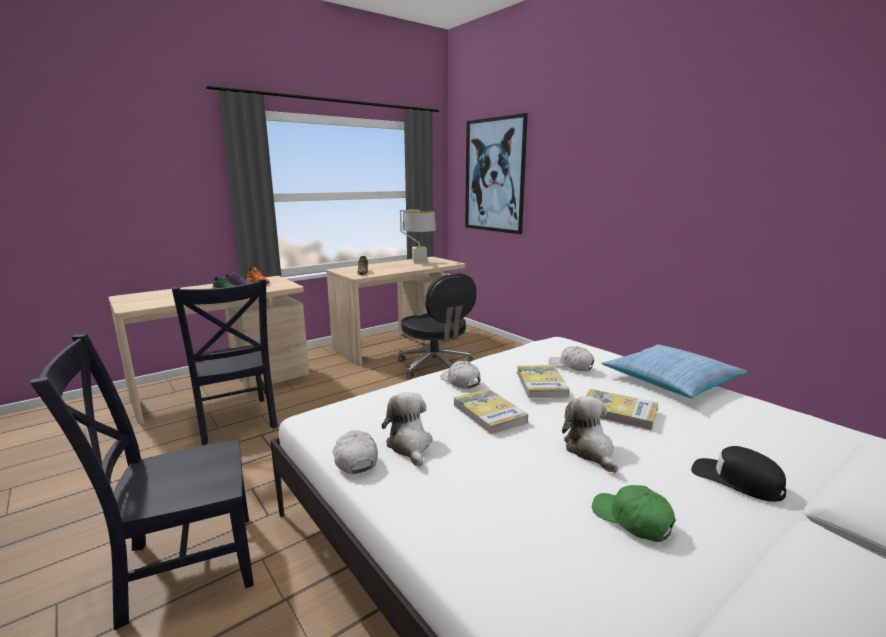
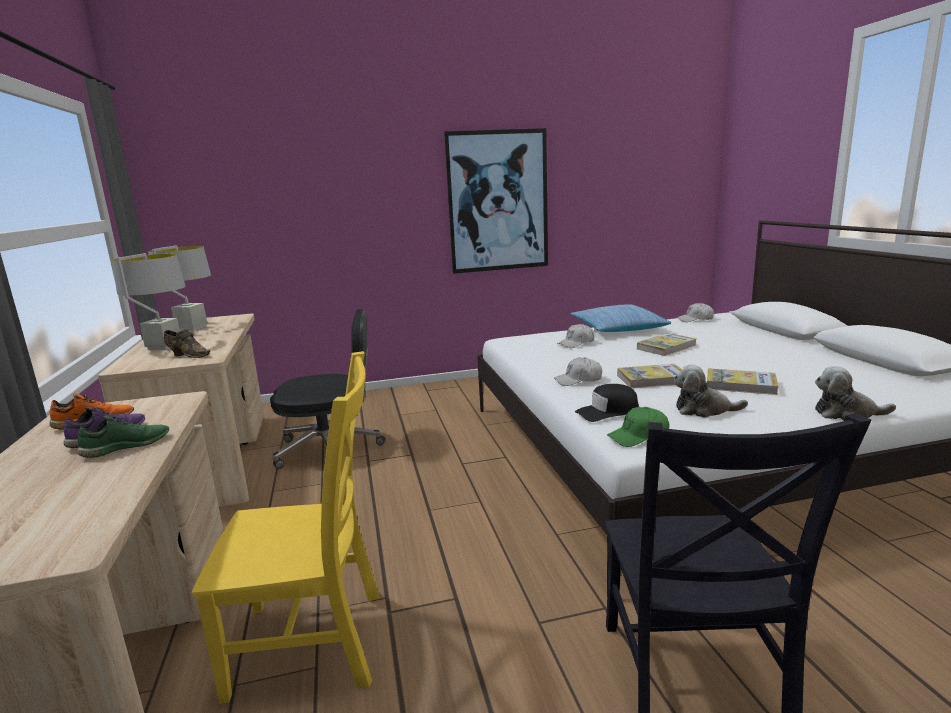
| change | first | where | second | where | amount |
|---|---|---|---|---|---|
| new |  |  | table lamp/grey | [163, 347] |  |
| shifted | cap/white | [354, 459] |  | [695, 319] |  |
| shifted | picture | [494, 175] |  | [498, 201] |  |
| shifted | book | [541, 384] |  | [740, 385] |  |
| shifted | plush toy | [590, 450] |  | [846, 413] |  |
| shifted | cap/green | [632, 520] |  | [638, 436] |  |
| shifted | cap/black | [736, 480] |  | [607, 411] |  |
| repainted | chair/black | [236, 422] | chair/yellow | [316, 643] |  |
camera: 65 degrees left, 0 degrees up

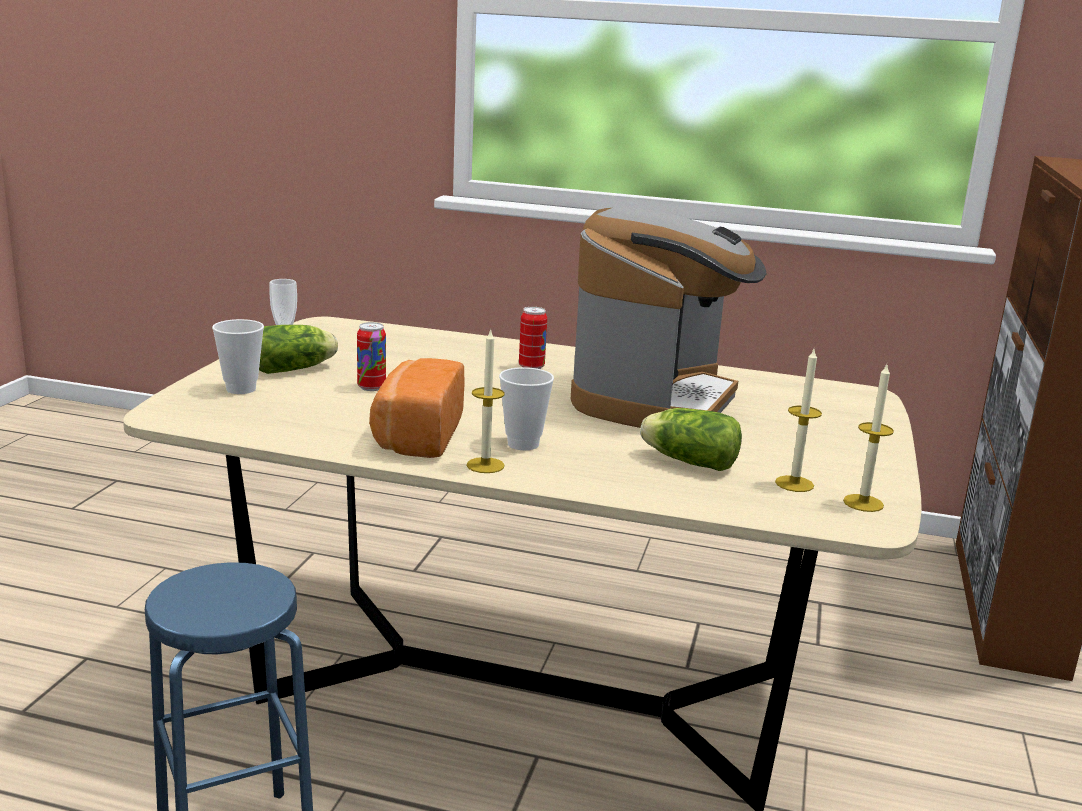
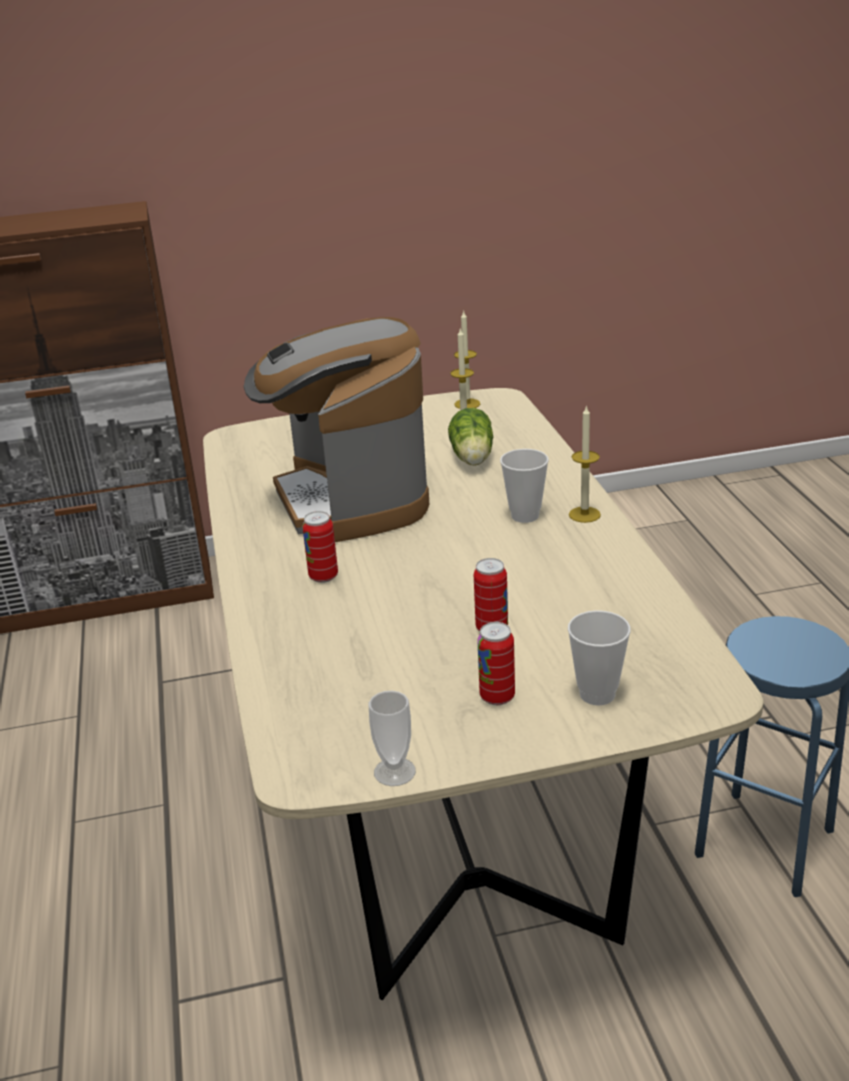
| change | first | where | second | where | amount |
|---|---|---|---|---|---|
| gone | bread | [416, 436] |  |  |  |
| swapped | lettuce | [296, 369] | can | [497, 697] |  |
| rotated | coffee machine | [655, 399] |  | [350, 500] | 105 degrees counterclockwise |
camera: 115 degrees left, 10 degrees up

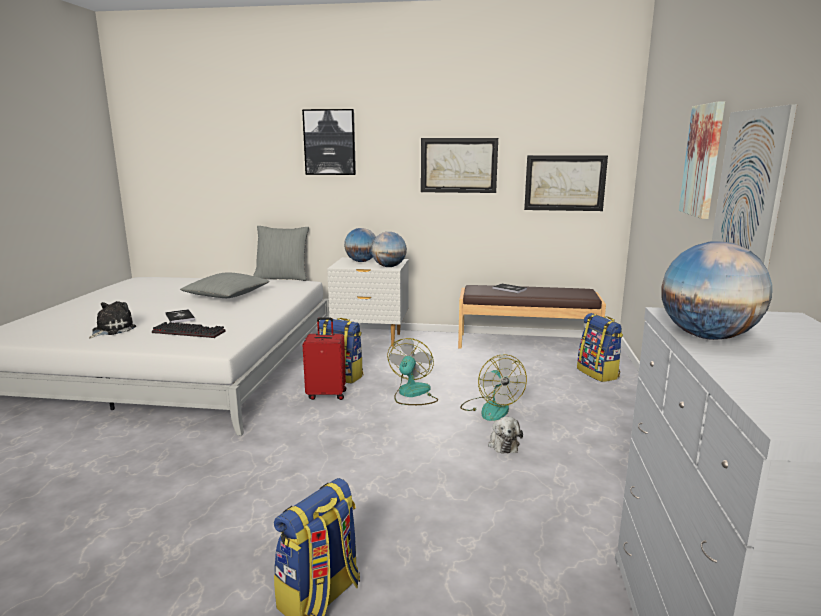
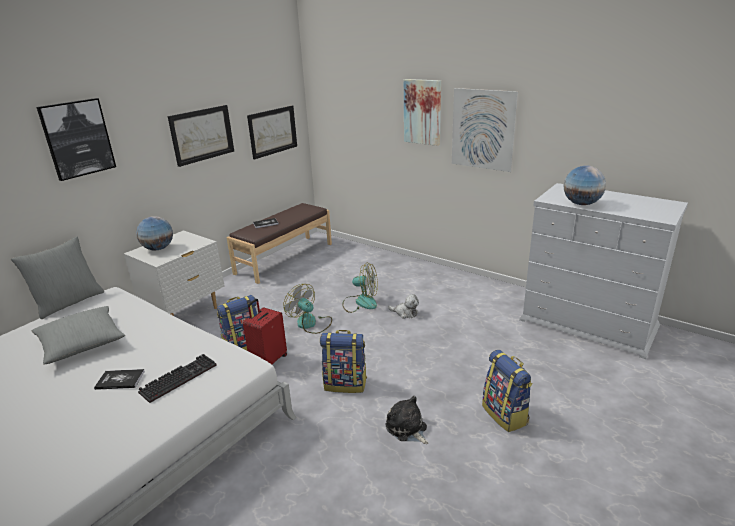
| change | first | where | second | where | amount |
|---|---|---|---|---|---|
| gone | globe | [389, 266] |  |  |  |
| shifted | plush toy | [111, 330] |  | [407, 429] |  |
| shifted | backpack | [598, 373] |  | [345, 384] |  |
camera: 60 degrees left, 10 degrees up

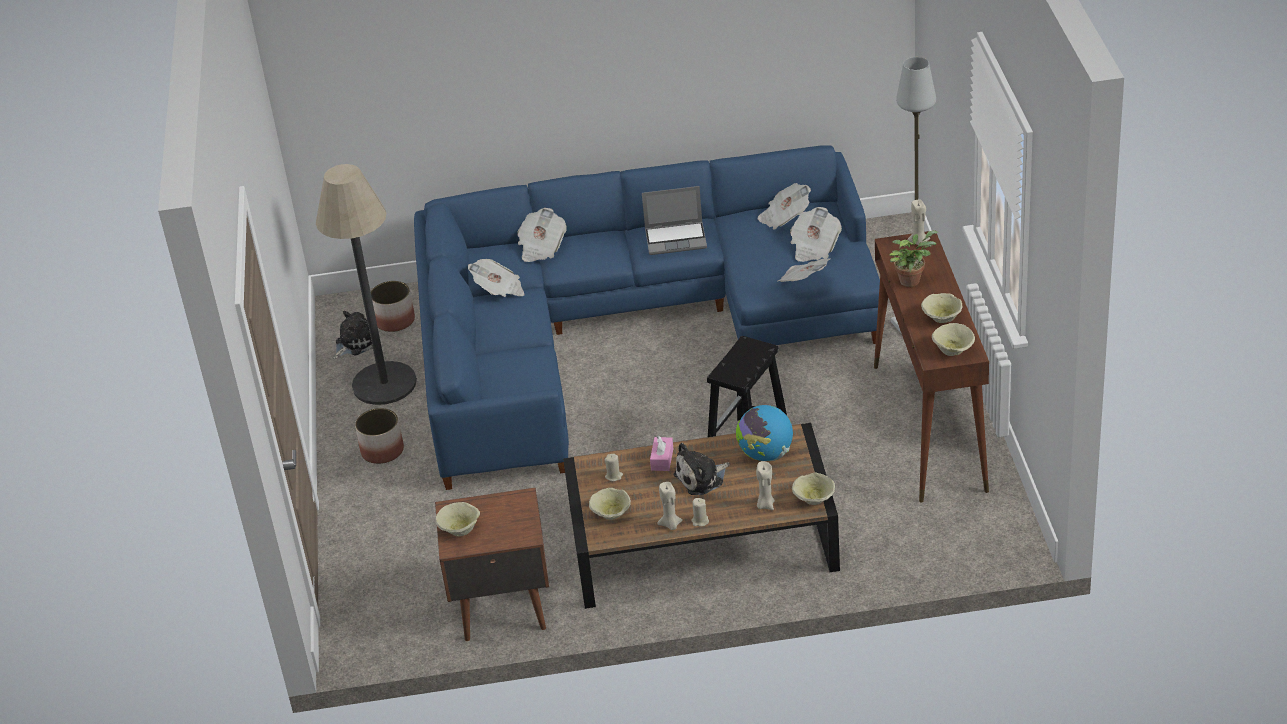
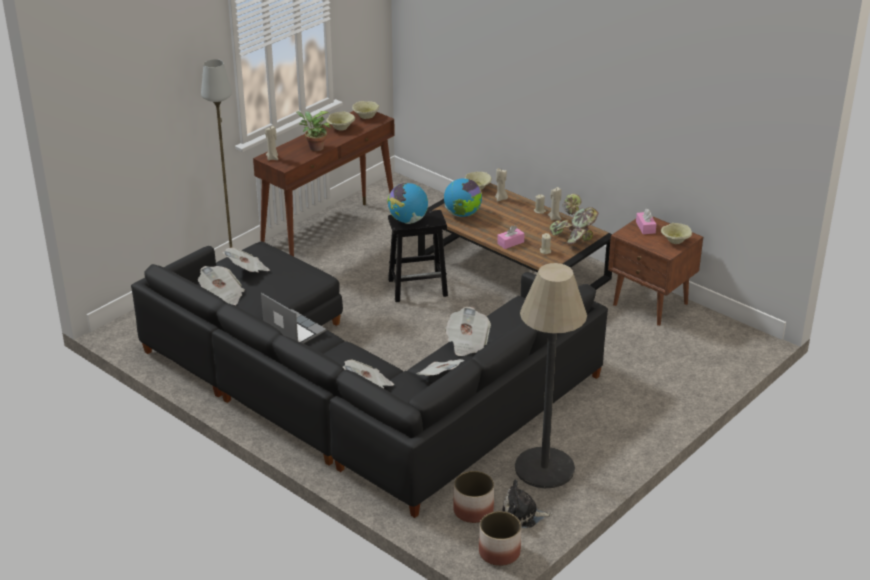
| change | first | where | second | where | amount |
|---|---|---|---|---|---|
| gone | plush toy | [701, 478] |  |  |  |
| new |  |  | globe | [408, 220] |  |
| new |  |  | tissue box/pink | [645, 227] |  |
| shifted | planter | [382, 451] |  | [499, 552] |  |
| shifted | newspaper | [804, 281] |  | [467, 342] |  |
| swapped | bowl/beige | [610, 514] | potted plant | [574, 238] |  |
| repainted | sofa/blue | [626, 328] | sofa/black | [357, 389] |  |
camera: 135 degrees left, 5 degrees down

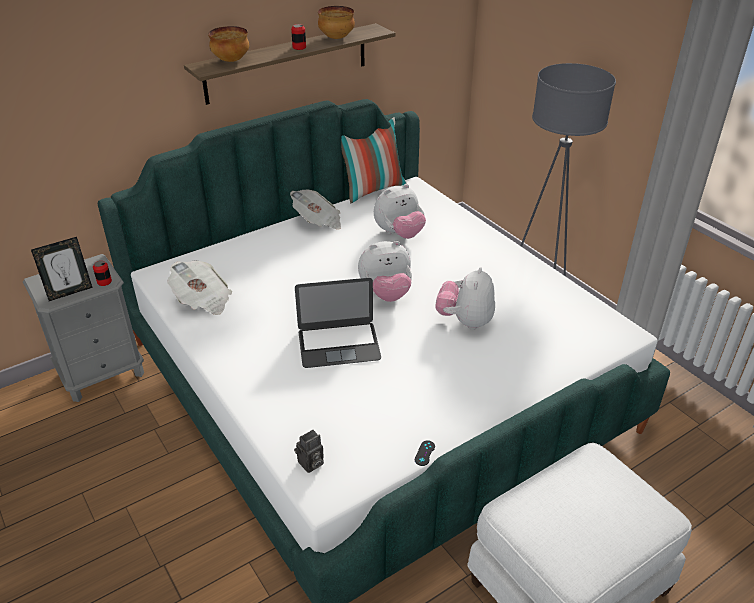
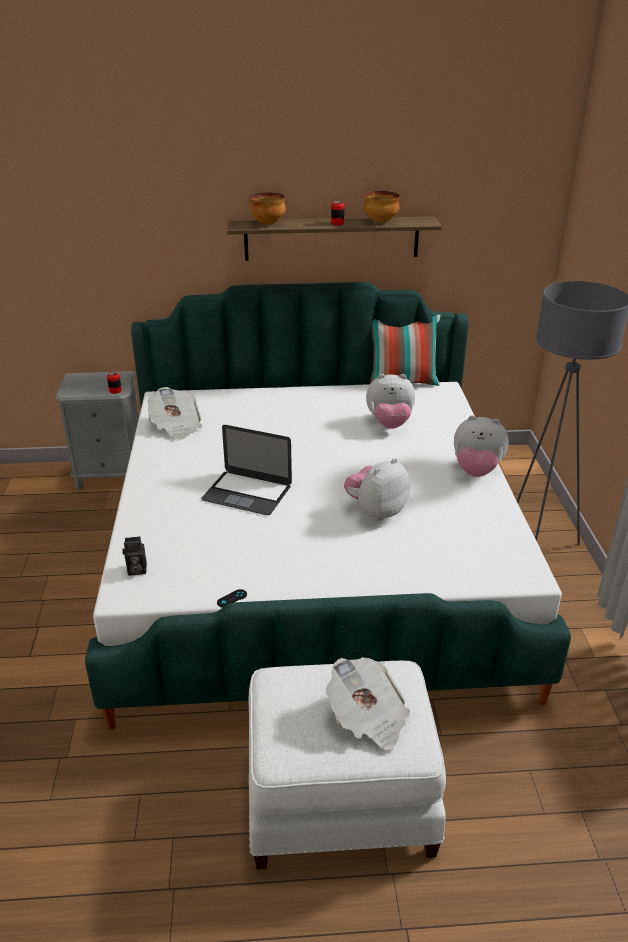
| change | first | where | second | where | amount |
|---|---|---|---|---|---|
| gone | picture frame | [70, 292] |  |  |  |
| shifted | newspaper | [318, 221] |  | [367, 718] |  |
| shifted | plush toy | [386, 293] |  | [476, 470] |  |
camera: 30 degrees right, 5 degrees down

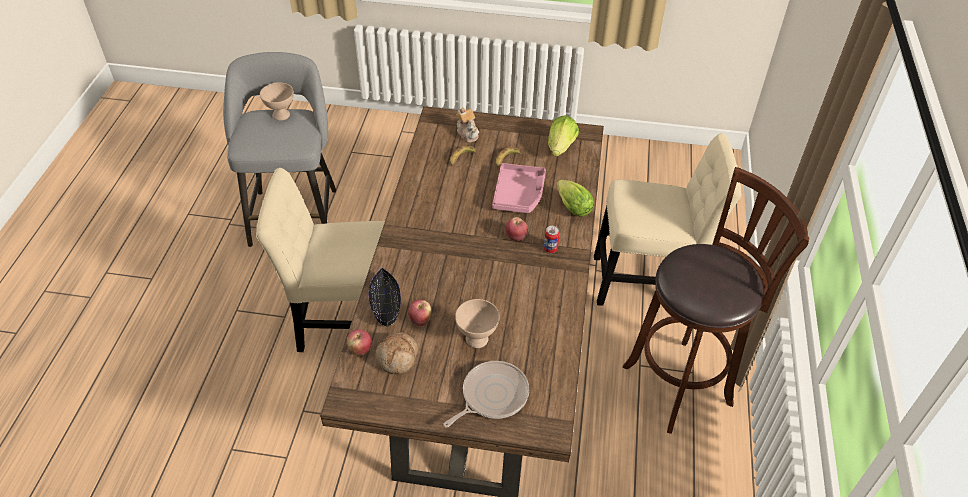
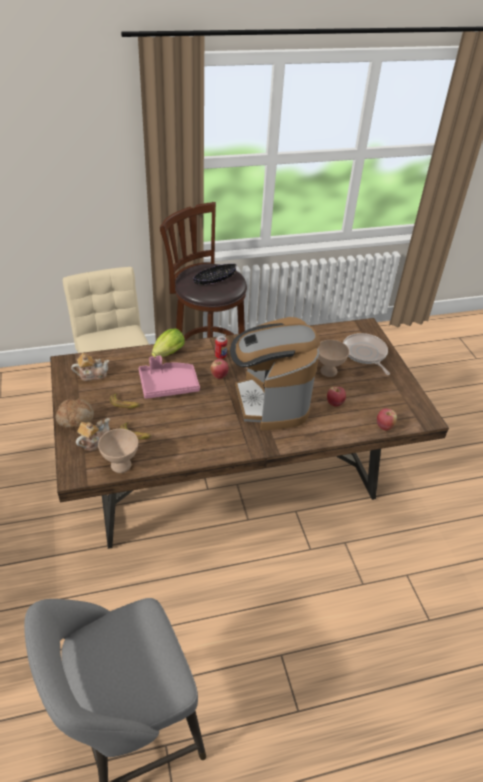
| change | first | where | second | where | amount |
|---|---|---|---|---|---|
| gone | chair/beige | [345, 323] |  |  |  |
| new |  |  | coffee machine | [271, 402] |  |
| shifted | bowl/beige | [281, 115] |  | [120, 466] |  |
| shifted | bowl/black | [385, 303] |  | [214, 279] |  |
| shifted | bread | [398, 357] |  | [76, 418] |  |
| swapped | lettuce | [561, 147] | teapot | [92, 374] |  |
| rotated | frying pan | [492, 396] |  | [365, 354] | 45 degrees clockwise |
camera: 115 degrees left, 5 degrees down

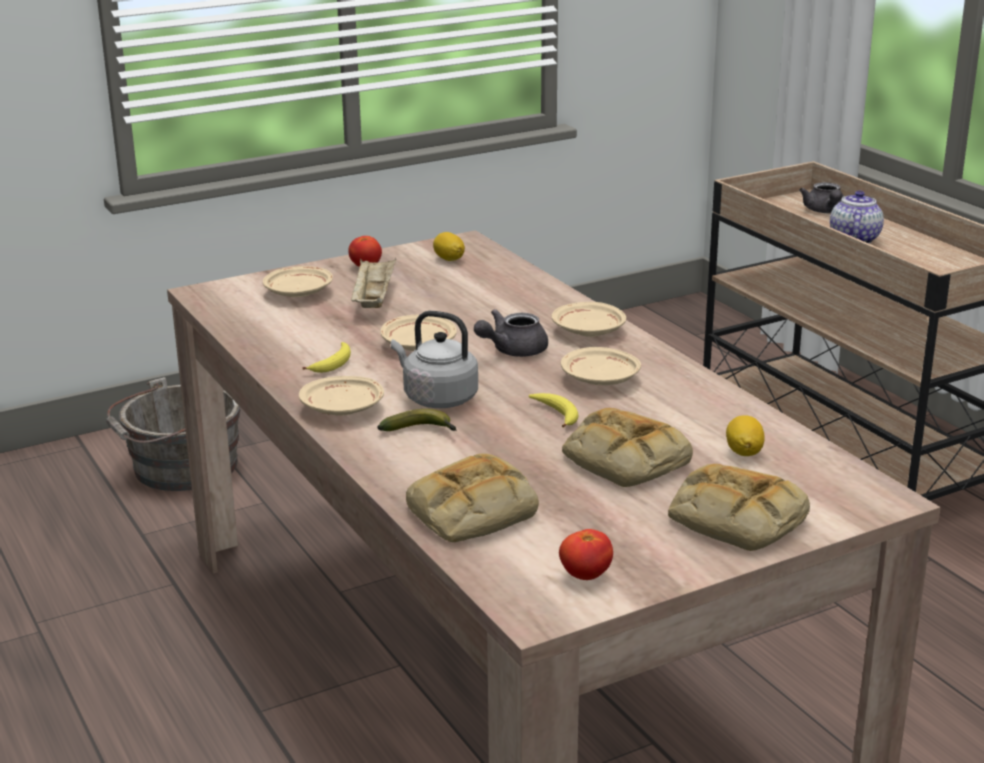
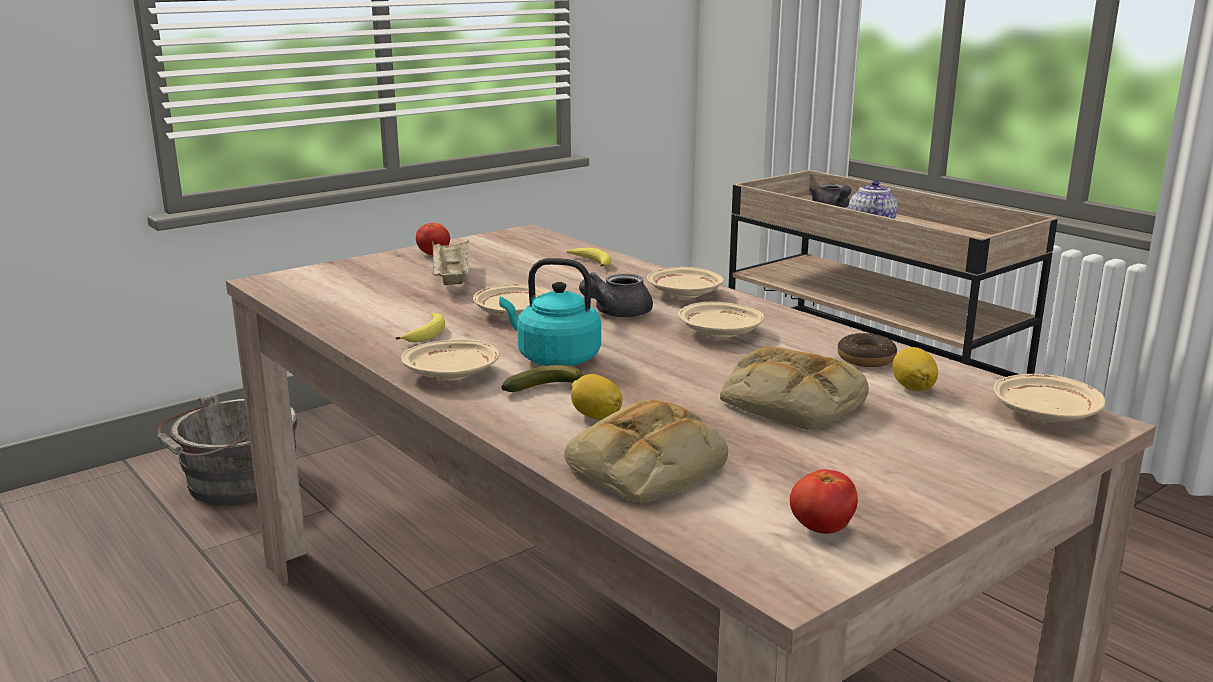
| change | first | where | second | where | amount |
|---|---|---|---|---|---|
| gone | bread | [734, 519] |  |  |  |
| new |  |  | donut | [866, 359] |  |
| shifted | plate/beige | [298, 292] |  | [1045, 414] |  |
| shifted | lemon | [449, 259] |  | [596, 417] |  |
| shifted | banana | [556, 414] |  | [591, 262] |  |
| repainted | kettle/grey | [437, 398] | kettle/turquoise | [554, 358] |  |
camera: 10 degrees left, 5 degrees down

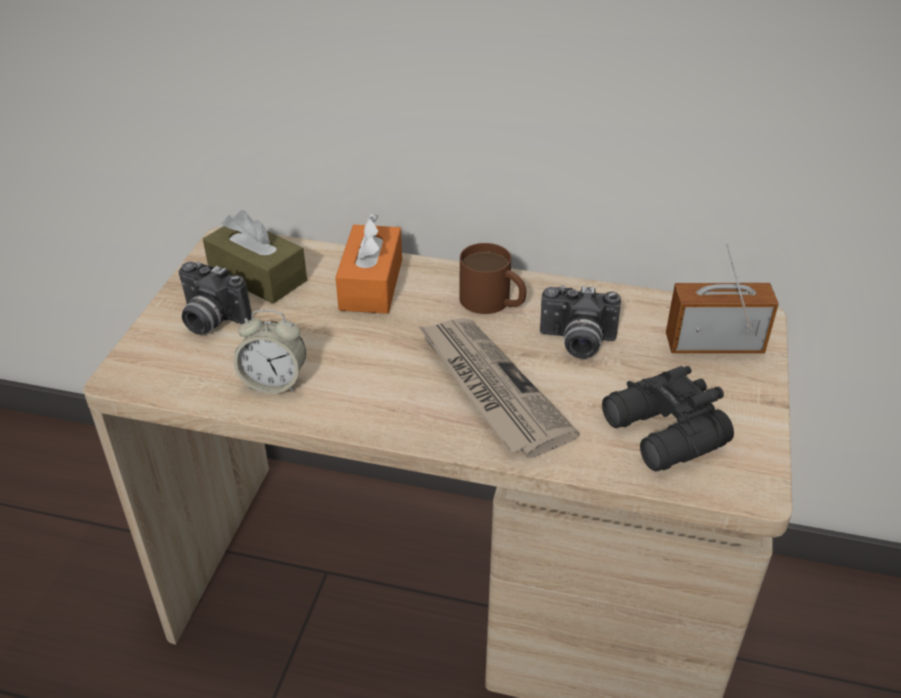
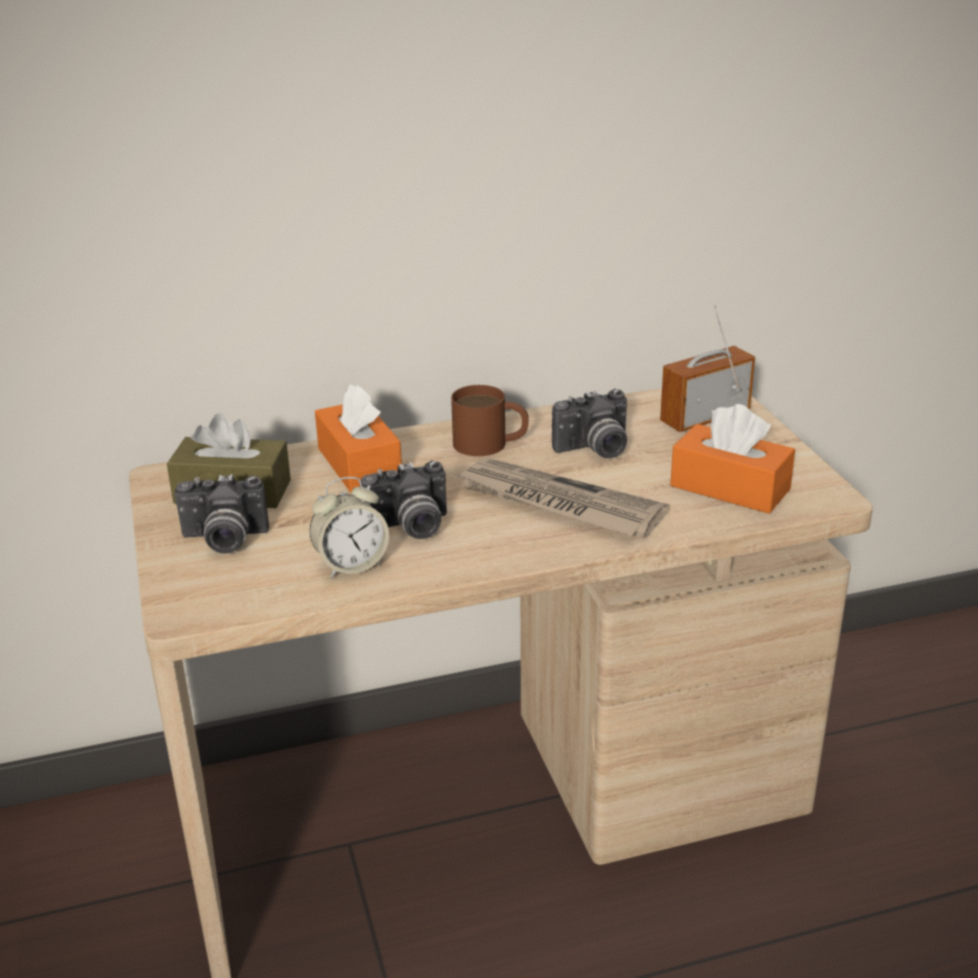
| change | first | where | second | where | amount |
|---|---|---|---|---|---|
| new |  |  | photo camera | [410, 528] |  |
| swapped | binoculars/black | [662, 434] | tissue box/orange | [730, 487] |  |
camera: 30 degrees left, 10 degrees down

